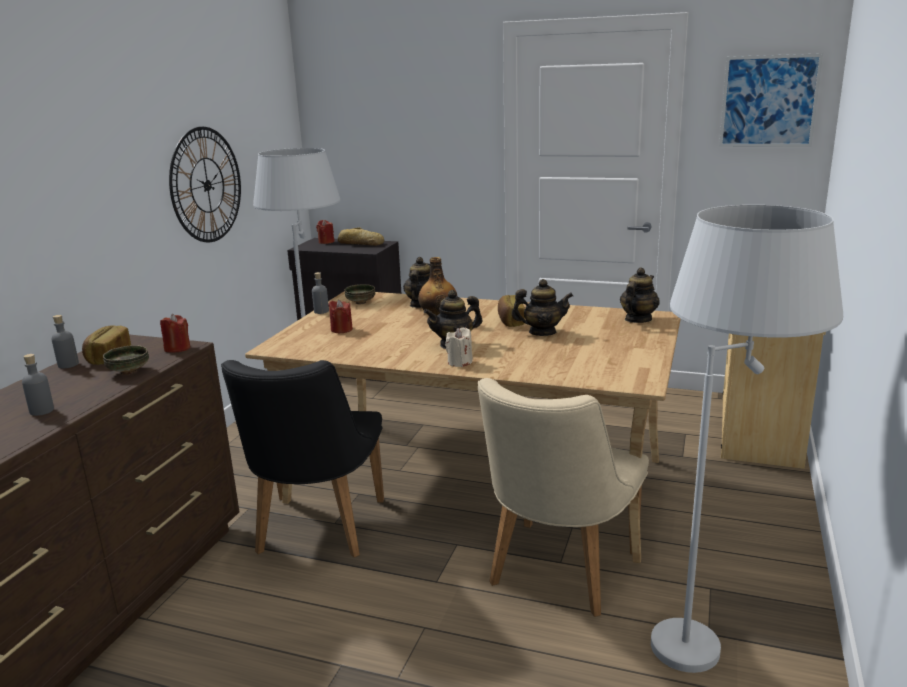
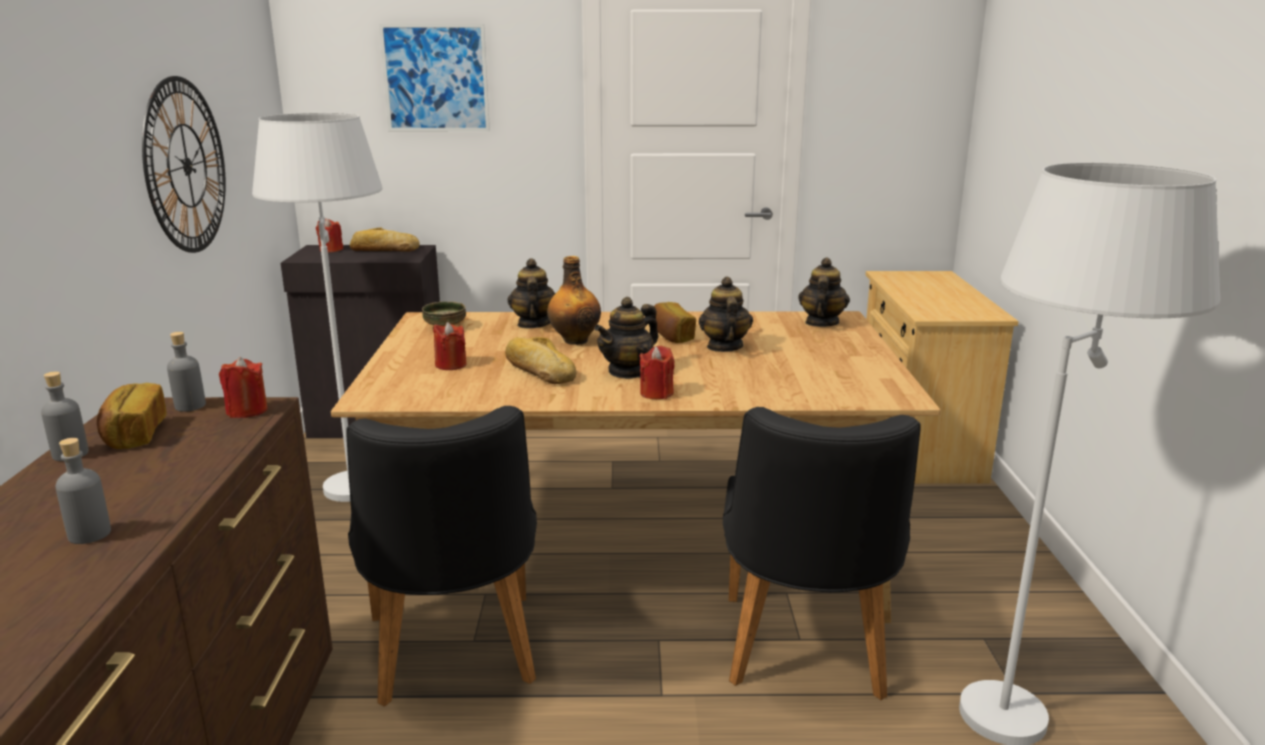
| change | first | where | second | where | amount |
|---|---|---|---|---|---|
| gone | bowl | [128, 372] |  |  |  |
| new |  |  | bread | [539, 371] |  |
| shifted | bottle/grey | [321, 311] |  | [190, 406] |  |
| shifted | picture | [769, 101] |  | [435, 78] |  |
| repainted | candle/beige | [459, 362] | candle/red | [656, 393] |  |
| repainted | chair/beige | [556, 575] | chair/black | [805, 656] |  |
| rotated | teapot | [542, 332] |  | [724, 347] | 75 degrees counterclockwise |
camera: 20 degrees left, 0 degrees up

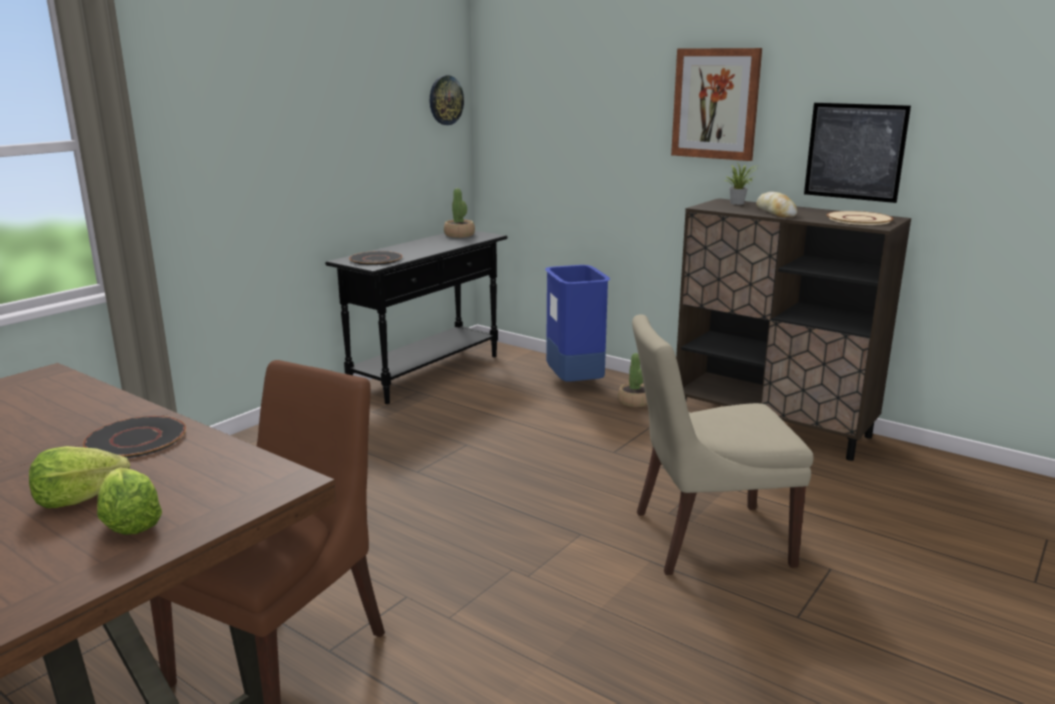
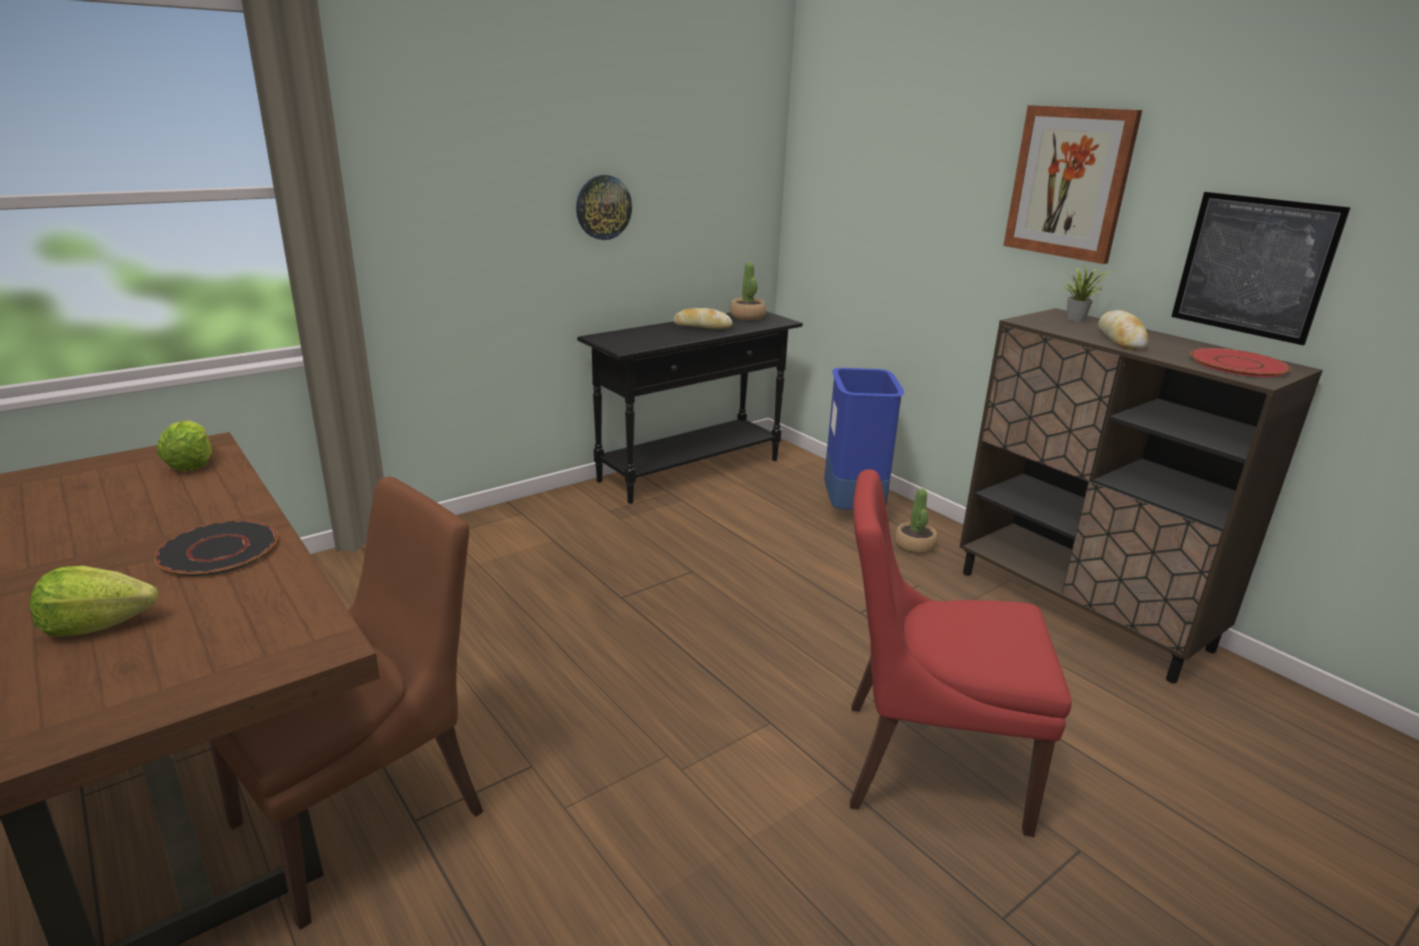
| change | first | where | second | where | amount |
|---|---|---|---|---|---|
| gone | plate/black | [376, 259] |  |  |  |
| new |  |  | bread | [702, 326] |  |
| shifted | lettuce | [130, 523] |  | [191, 464] |  |
| shifted | wall clock | [445, 100] |  | [603, 207] |  |
| repainted | chair/beige | [706, 539] | chair/red | [925, 764] |  |
| repainted | plate/beige | [859, 219] | plate/red | [1238, 365] |  |
camera: 15 degrees right, 5 degrees up

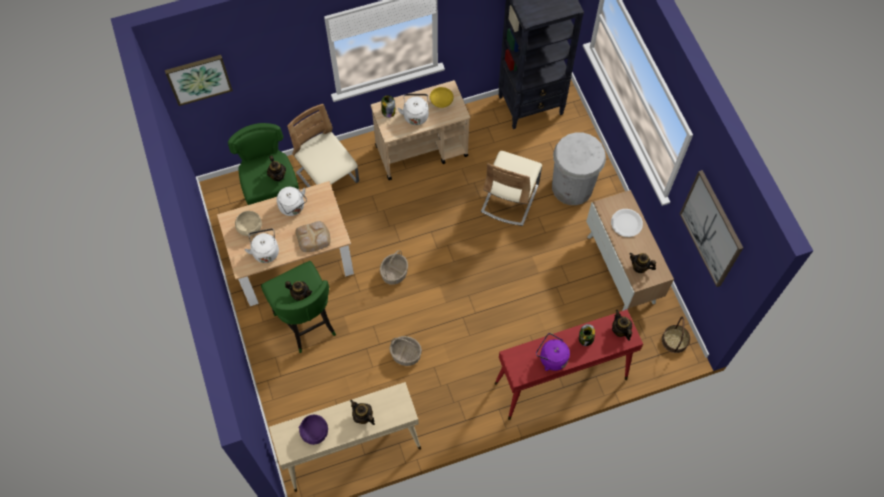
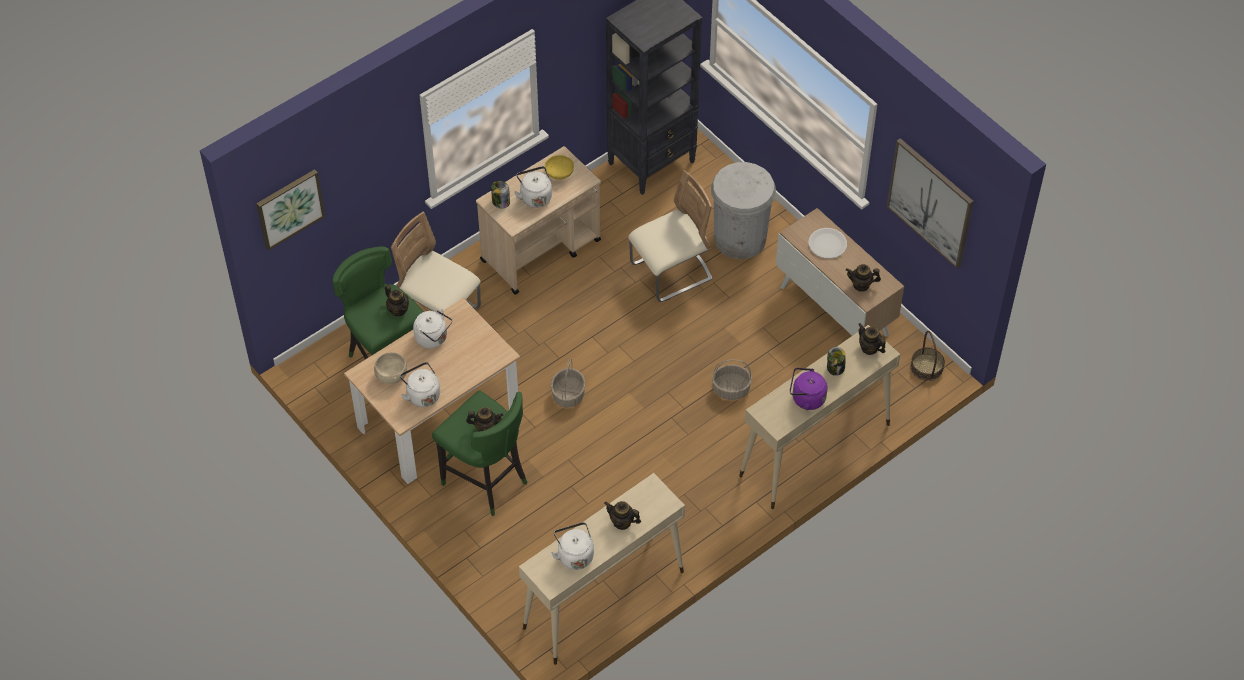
| change | first | where | second | where | amount |
|---|---|---|---|---|---|
| gone | bread | [314, 238] |  |  |  |
| shifted | basket | [405, 354] |  | [730, 389] |  |
| swapped | bowl/purple | [315, 432] | kettle/white | [574, 554] |  |
| repainted | console table/red | [560, 381] | console table/beige | [814, 450] |  |
| rotated | chair/beige | [509, 198] |  | [671, 273] | 120 degrees counterclockwise |
camera: 20 degrees left, 10 degrees down

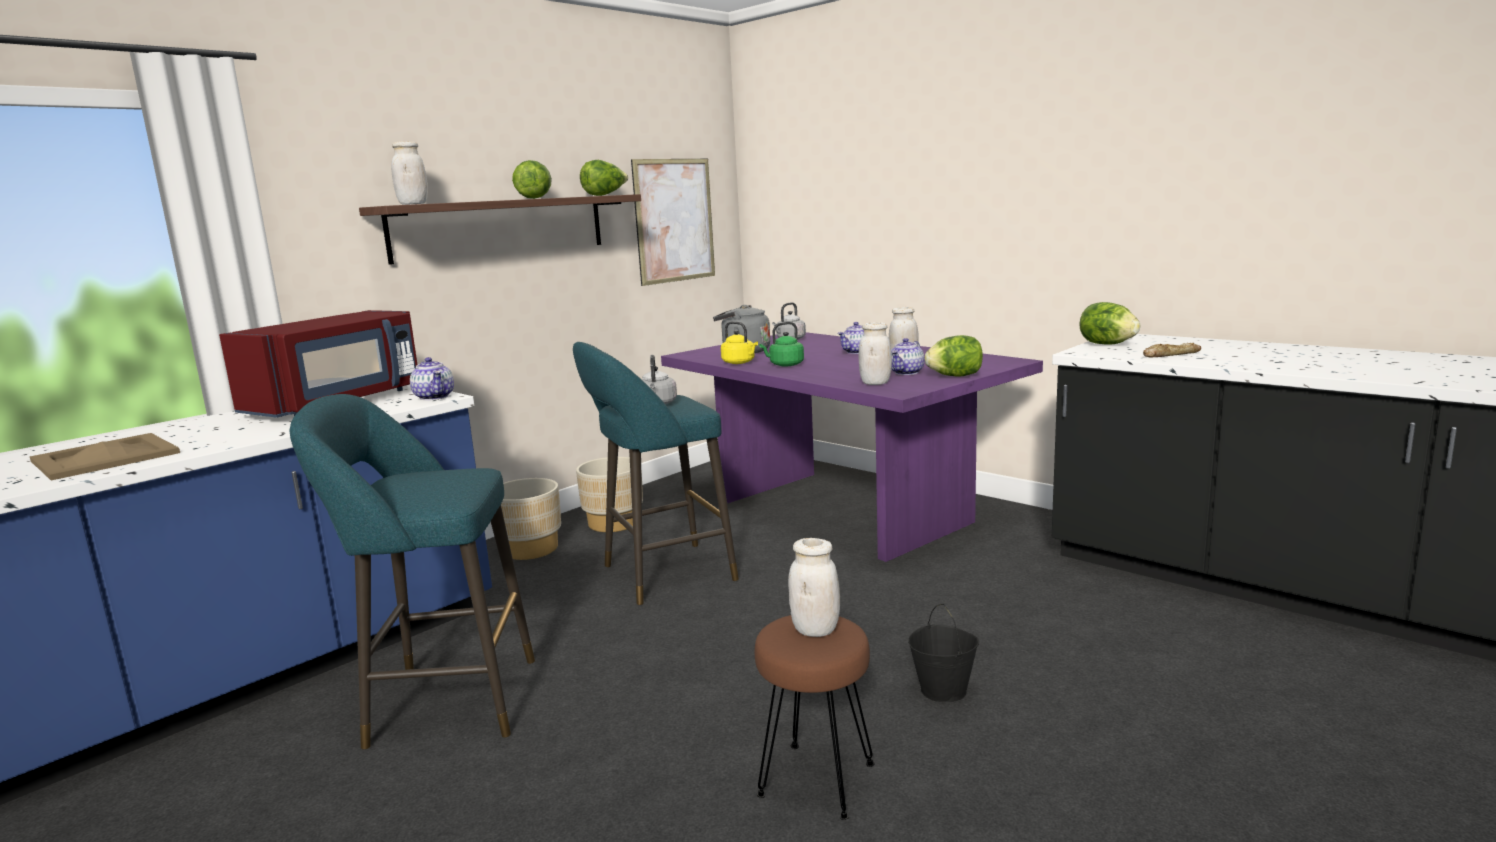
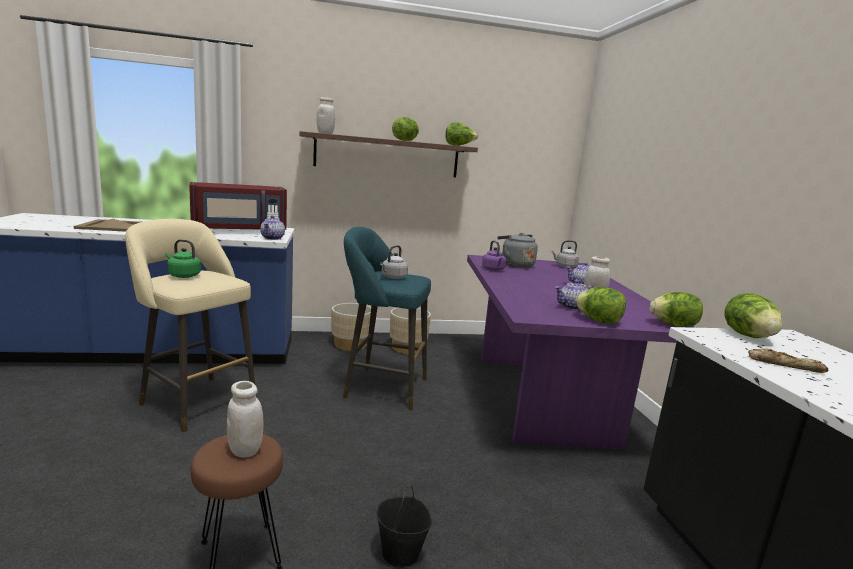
| change | first | where | second | where | amount |
|---|---|---|---|---|---|
| gone | picture | [674, 220] |  |  |  |
| gone | jar/white | [875, 383] |  |  |  |
| new |  |  | lettuce | [673, 325] |  |
| shifted | kettle/green | [784, 365] |  | [183, 275] |  |
| repainted | stool/turquoise | [443, 702] | stool/beige | [195, 400] |  |
| repainted | kettle/yellow | [740, 362] | kettle/purple | [493, 270] |  |
camera: 35 degrees right, 0 degrees up

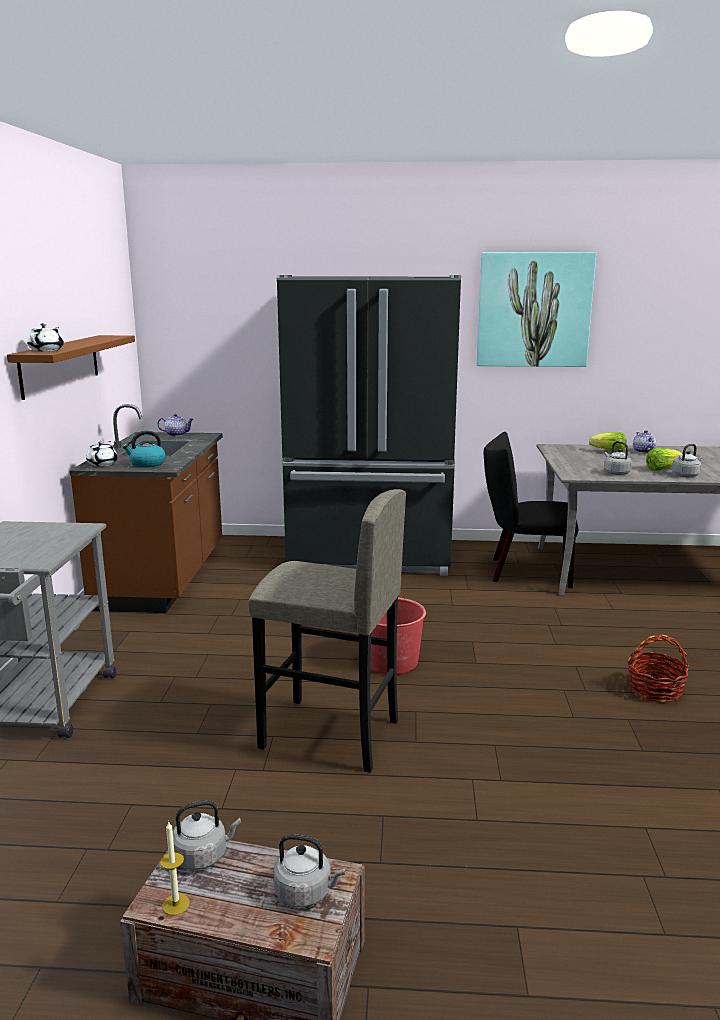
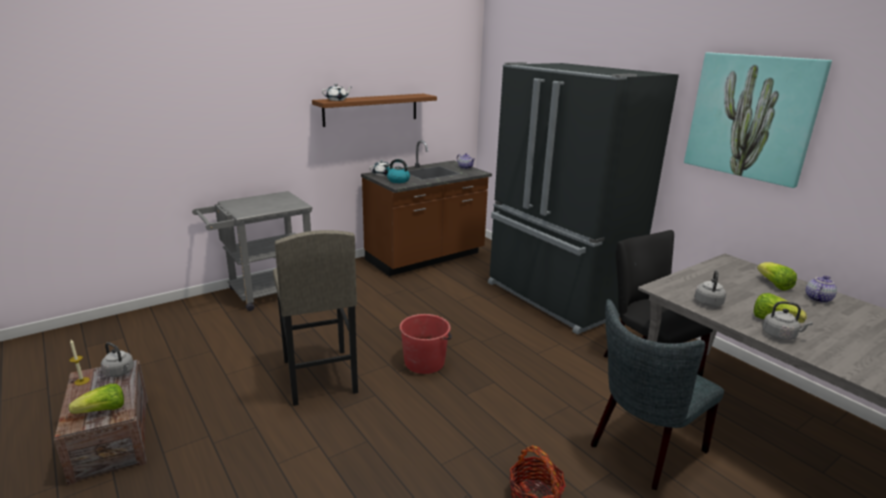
| change | first | where | second | where | amount |
|---|---|---|---|---|---|
| new |  |  | chair/grey | [643, 450] |  |
| swapped | kettle/grey | [306, 892] | lettuce | [103, 411] |  |
camera: 50 degrees right, 5 degrees up

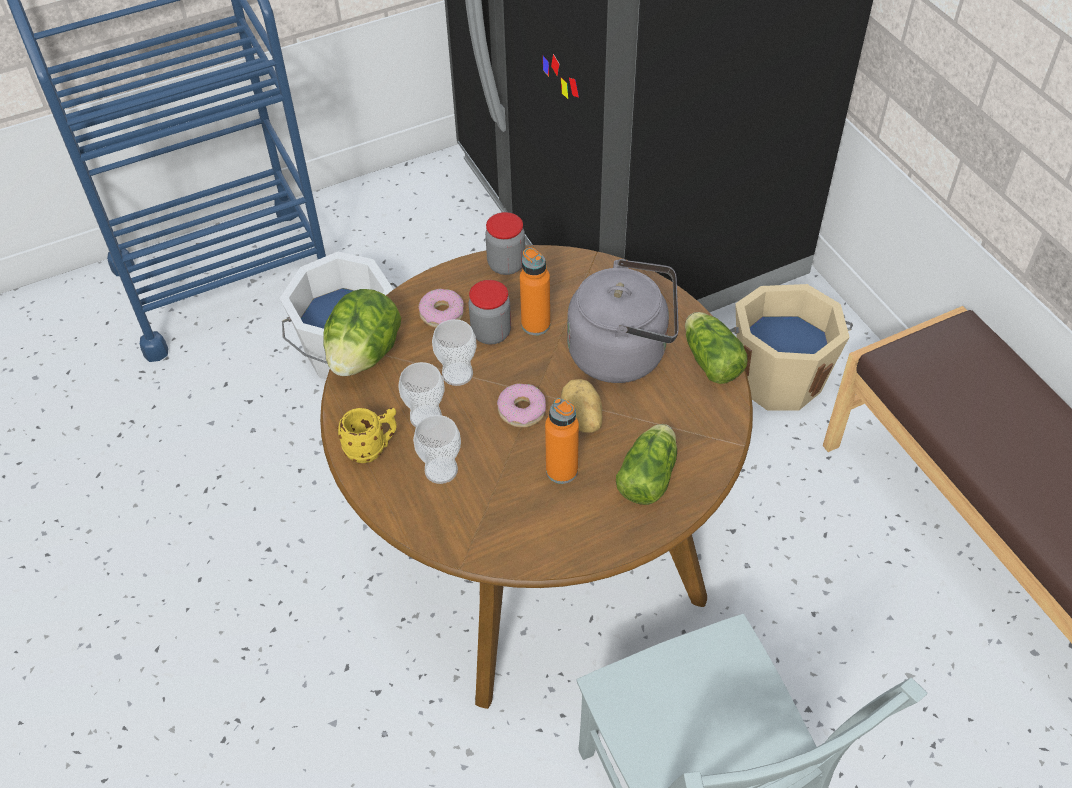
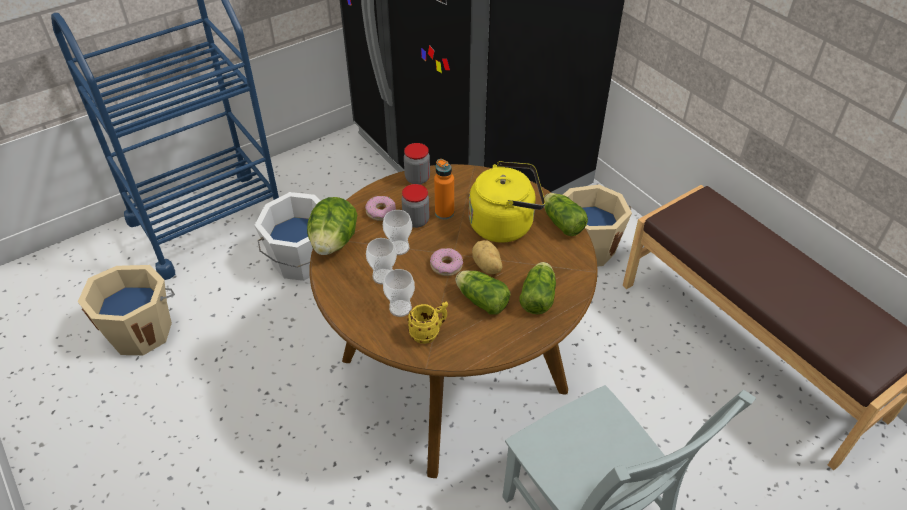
| change | first | where | second | where | amount |
|---|---|---|---|---|---|
| new |  |  | bucket/beige | [141, 331] |  |
| shifted | mug/yellow | [372, 448] |  | [429, 333] |  |
| swapped | bottle/orange | [561, 470] | lettuce | [480, 300] |  |
| repainted | kettle/grey | [623, 353] | kettle/yellow | [505, 224] |  |
camera: 10 degrees left, 5 degrees down

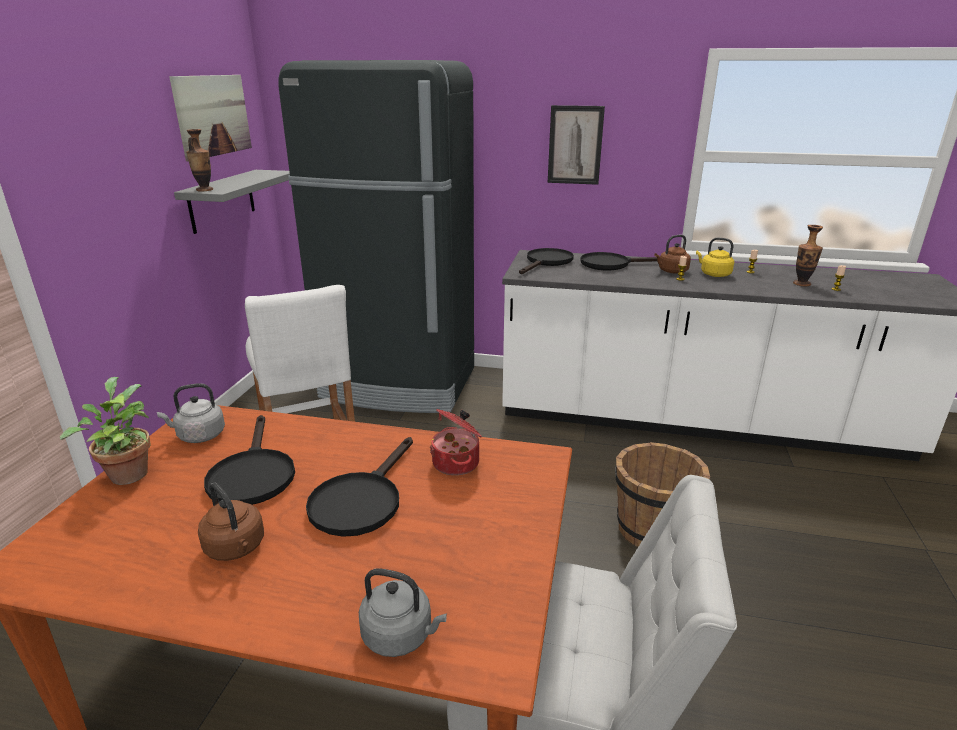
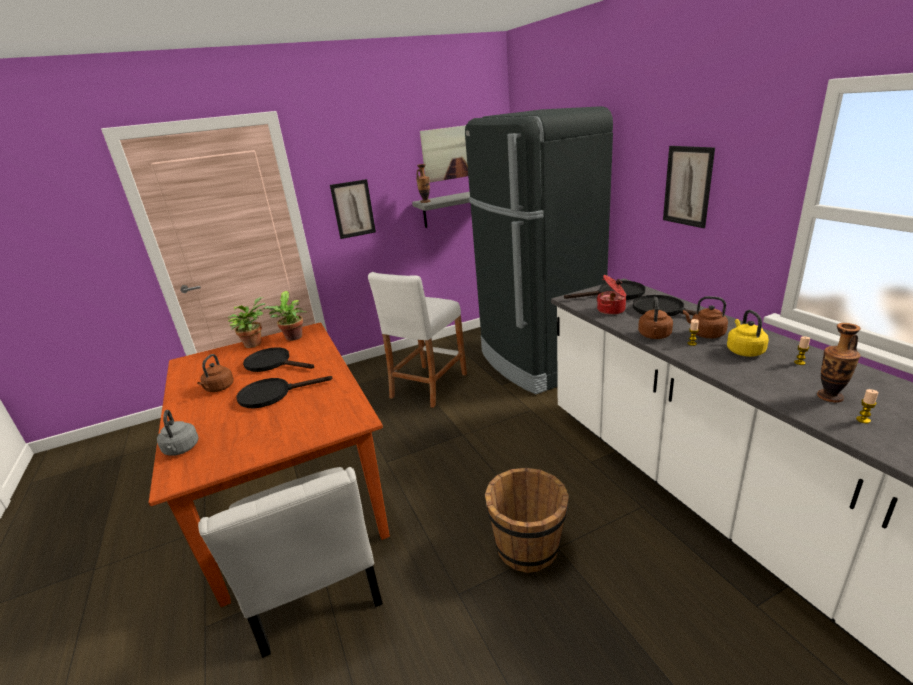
| change | first | where | second | where | amount |
|---|---|---|---|---|---|
| new |  |  | picture | [353, 209] |  |
| new |  |  | kettle/brown | [654, 336] |  |
| shifted | cooking pot | [457, 463] |  | [612, 310] |  |
| swapped | kettle/grey | [199, 436] | potted plant | [293, 338] |  |
| rotated | frying pan/black | [252, 474] |  | [273, 363] | 75 degrees clockwise |
camera: 55 degrees right, 0 degrees up

